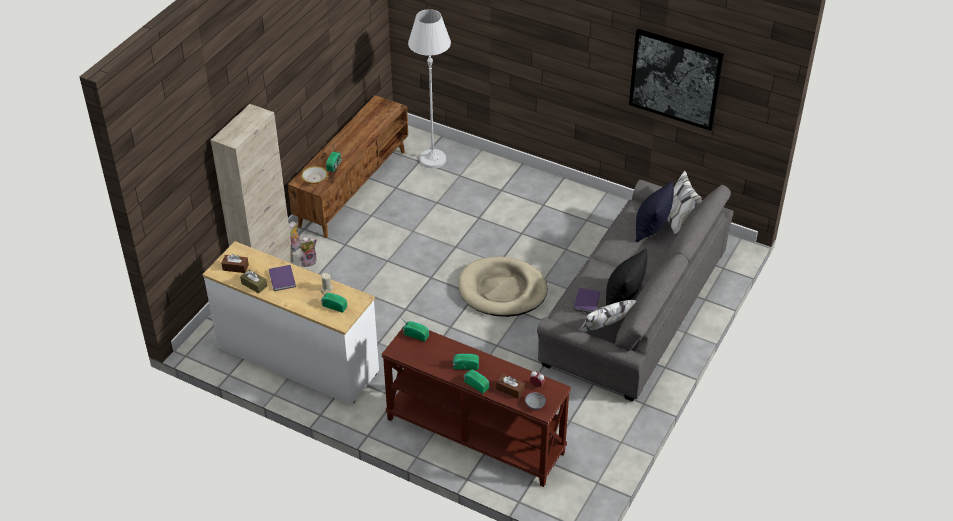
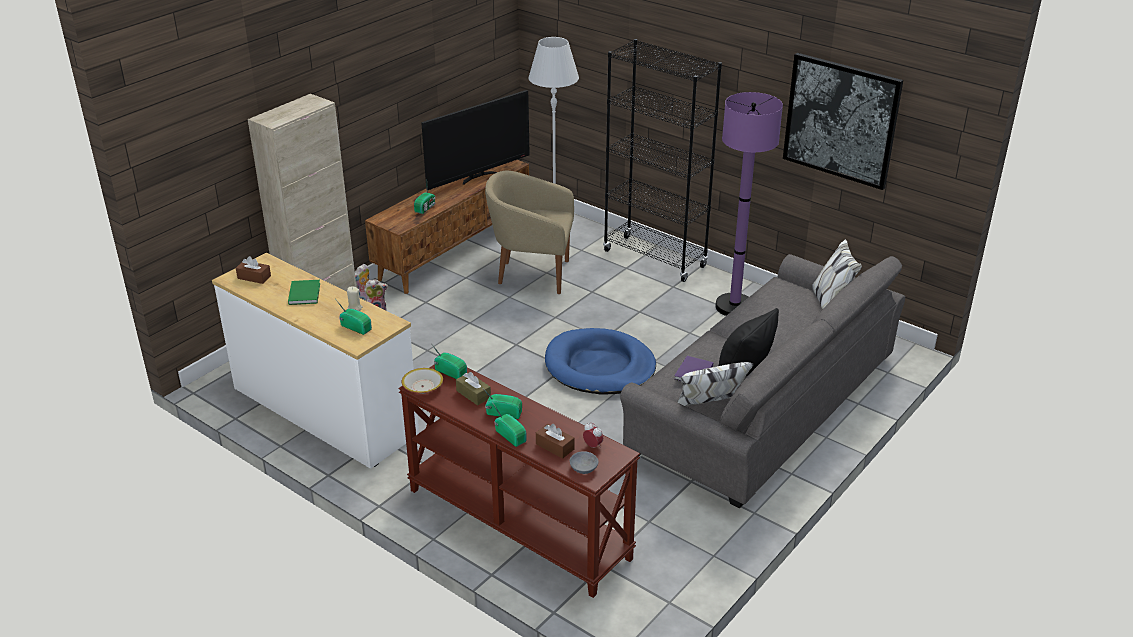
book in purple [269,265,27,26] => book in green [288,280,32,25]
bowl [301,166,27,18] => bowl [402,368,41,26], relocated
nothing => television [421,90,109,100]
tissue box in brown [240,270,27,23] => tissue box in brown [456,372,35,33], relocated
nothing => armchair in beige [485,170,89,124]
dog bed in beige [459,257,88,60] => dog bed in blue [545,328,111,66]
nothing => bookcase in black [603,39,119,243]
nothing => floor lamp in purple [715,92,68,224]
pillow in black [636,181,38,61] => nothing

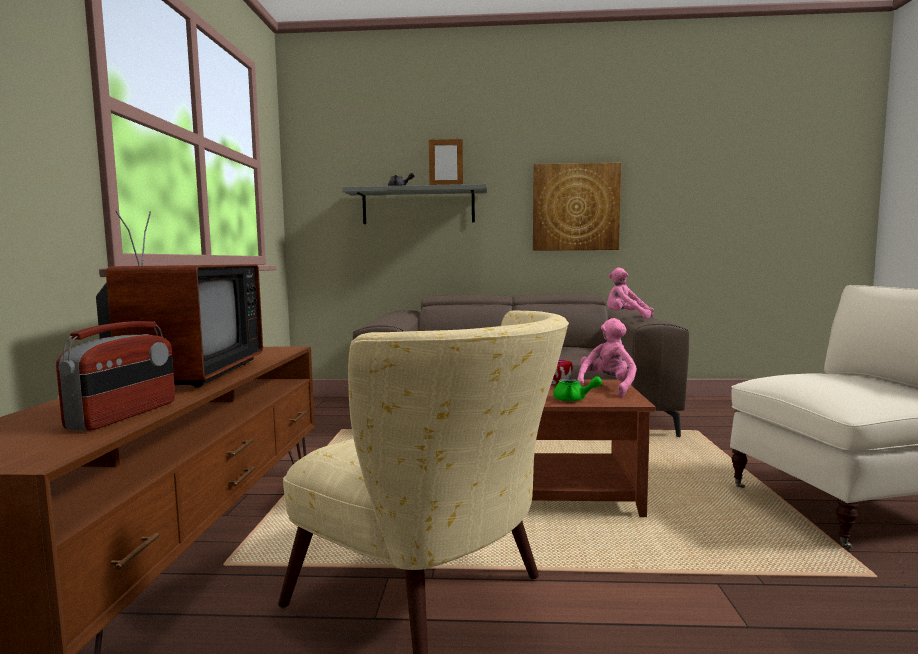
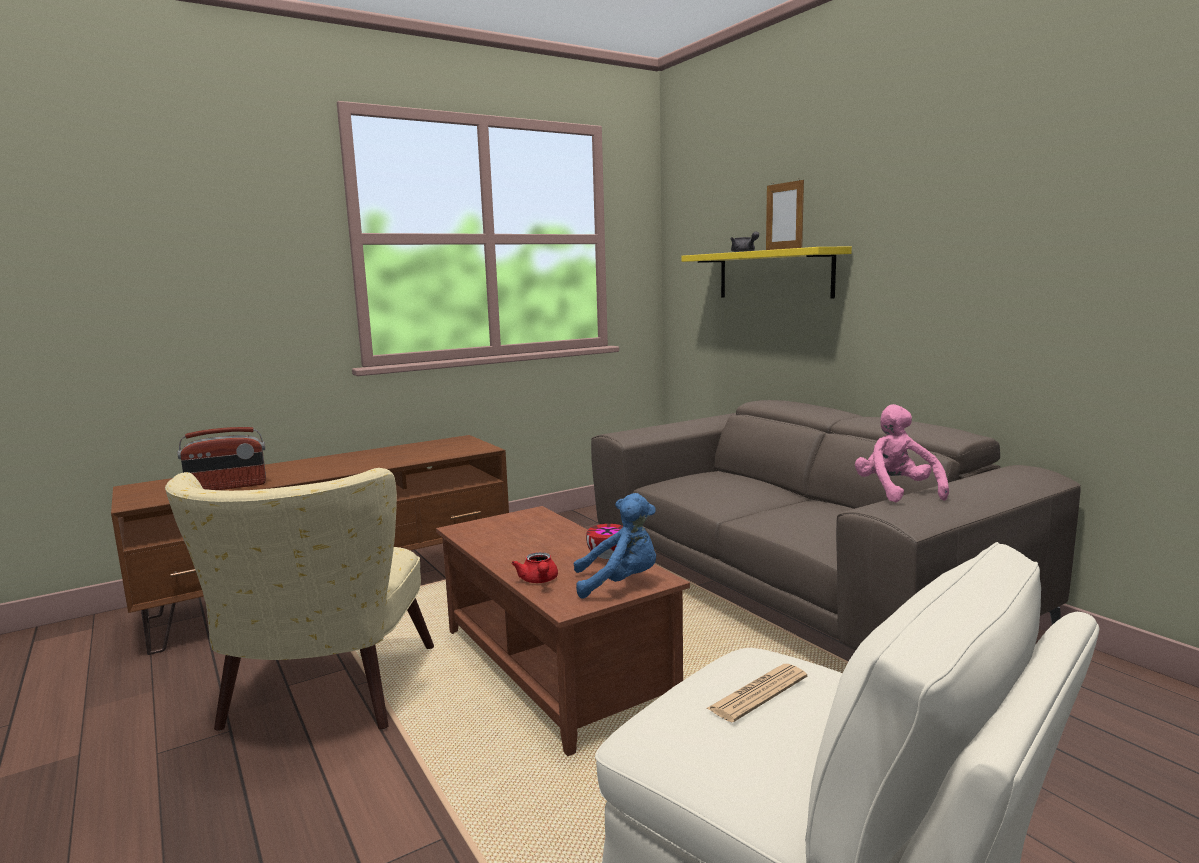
teapot in green [553,376,49,25] => teapot in red [511,552,47,31]
plush toy in pink [577,318,60,79] => plush toy in blue [574,493,82,105]
shelf in grey [342,184,145,40] => shelf in yellow [681,247,171,52]
nothing => newspaper [706,664,101,58]
television [96,211,167,176] => nothing
picture [533,163,89,88] => nothing

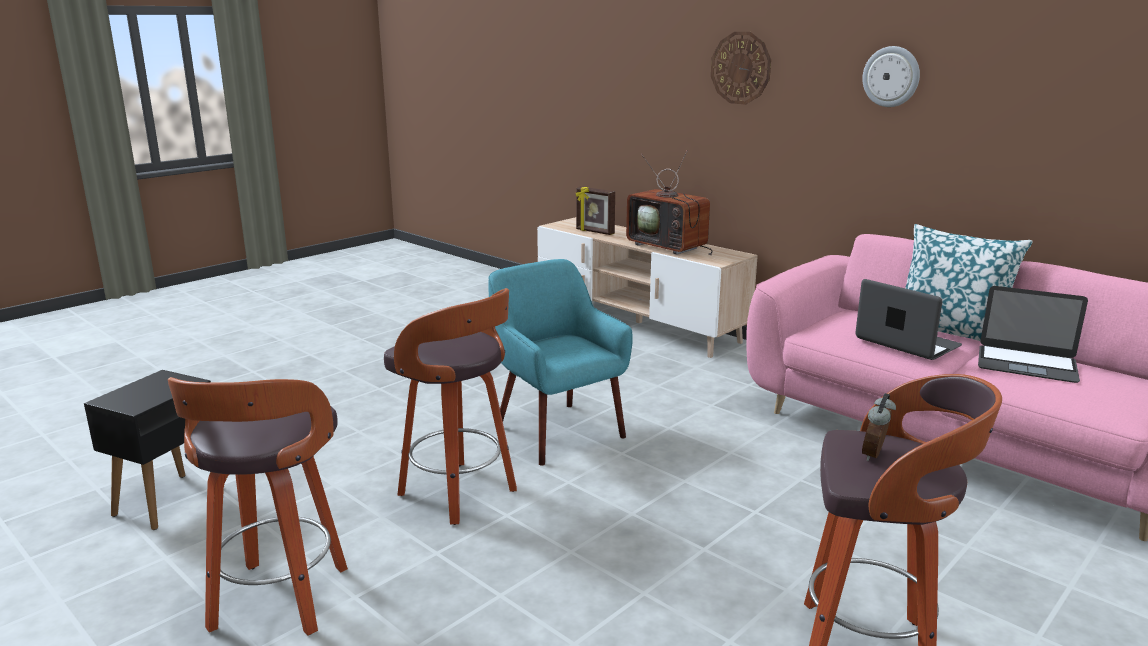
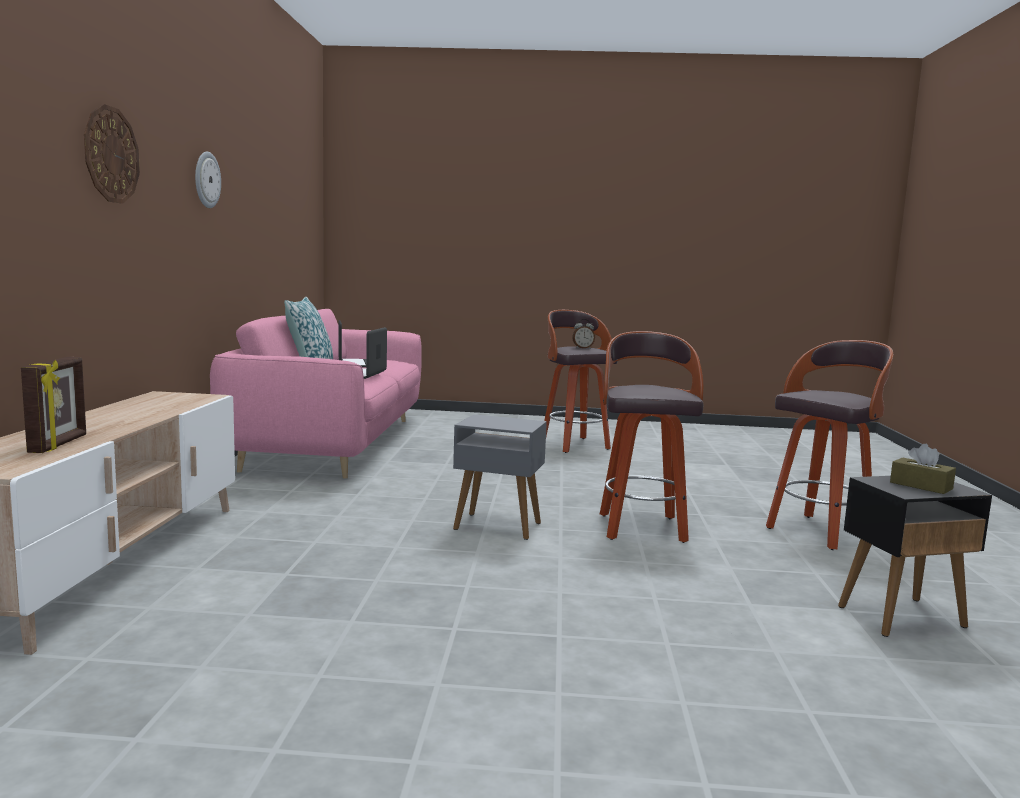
armchair in turquoise [488,259,145,207] => side table in grey [453,414,94,126]
nothing => tissue box in brown [890,444,66,50]
television [626,150,86,105] => nothing

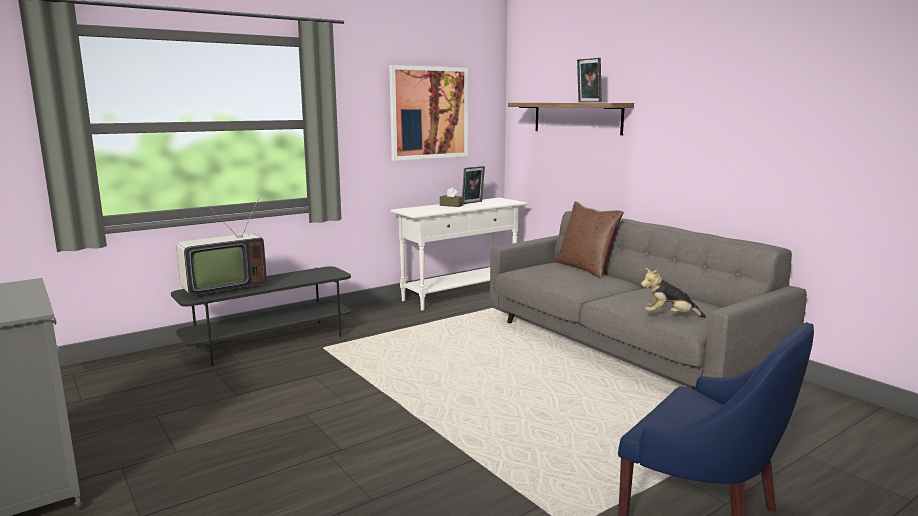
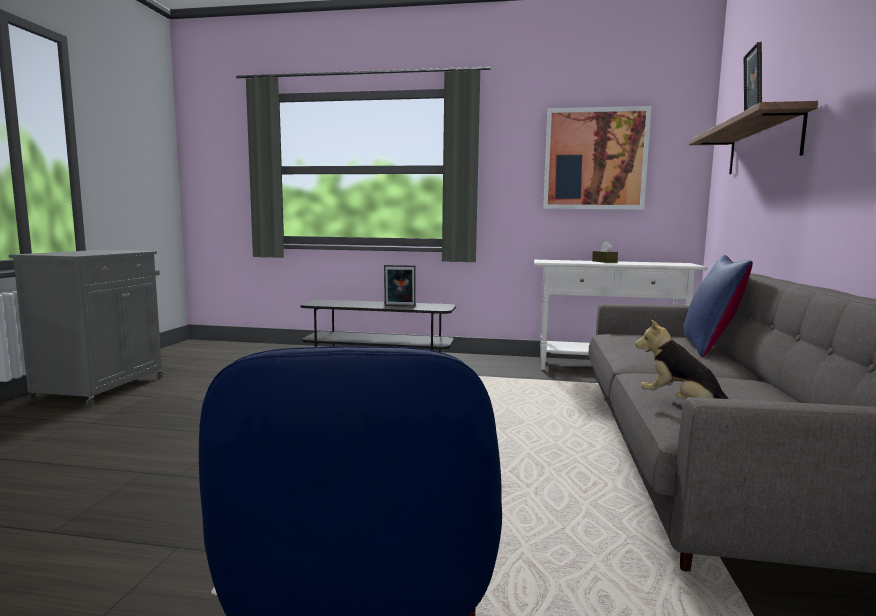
picture frame [462,166,23,38] => picture frame [384,265,32,41], relocated
pillow in brown [555,201,69,77] => pillow in blue [683,255,70,102]
television [177,198,90,100] => nothing

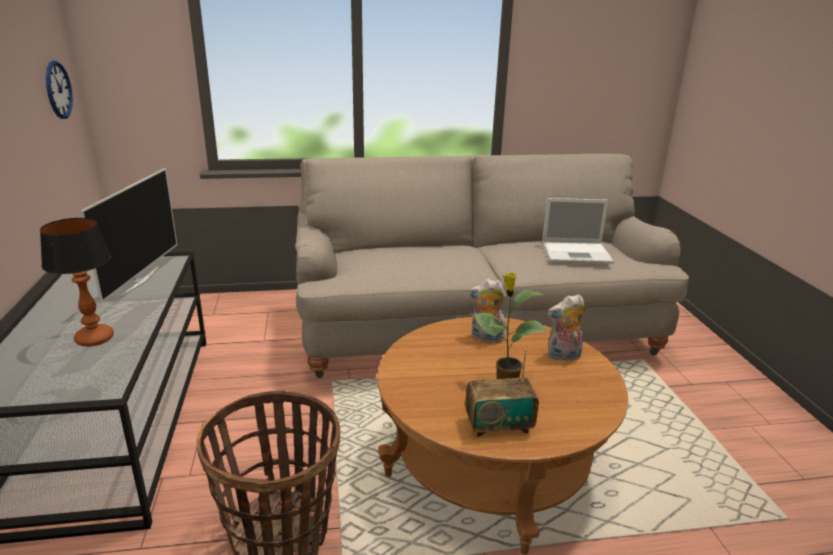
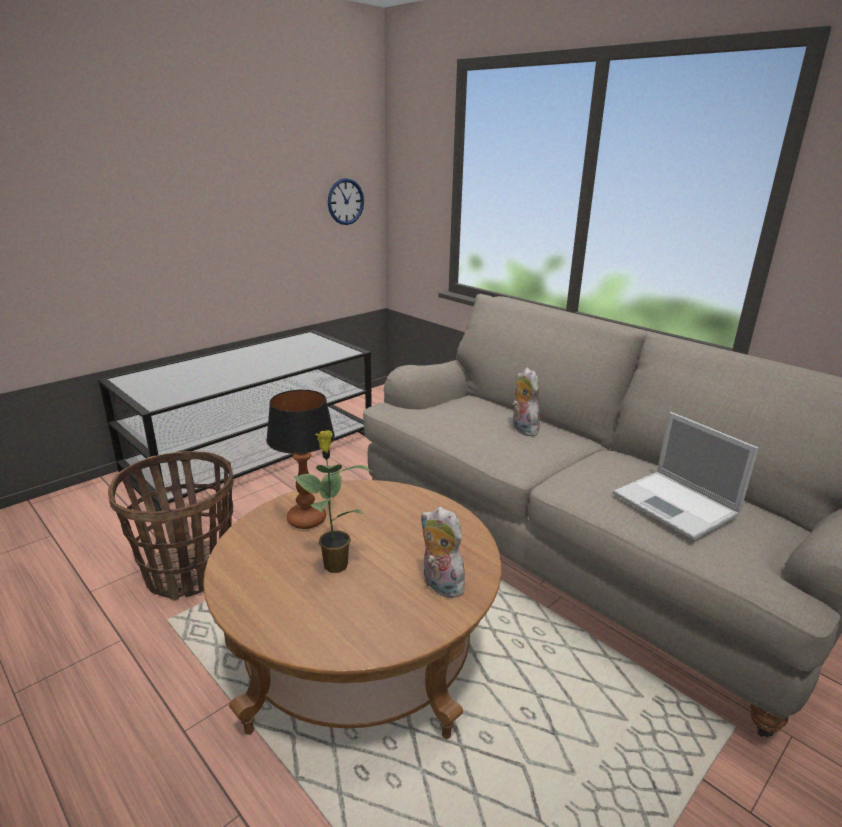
table lamp [40,218,74,129] => table lamp [266,390,69,139], relocated
plush toy [469,279,37,64] => plush toy [512,368,28,68], relocated
television [81,168,96,135] => nothing
radio [465,349,74,88] => nothing

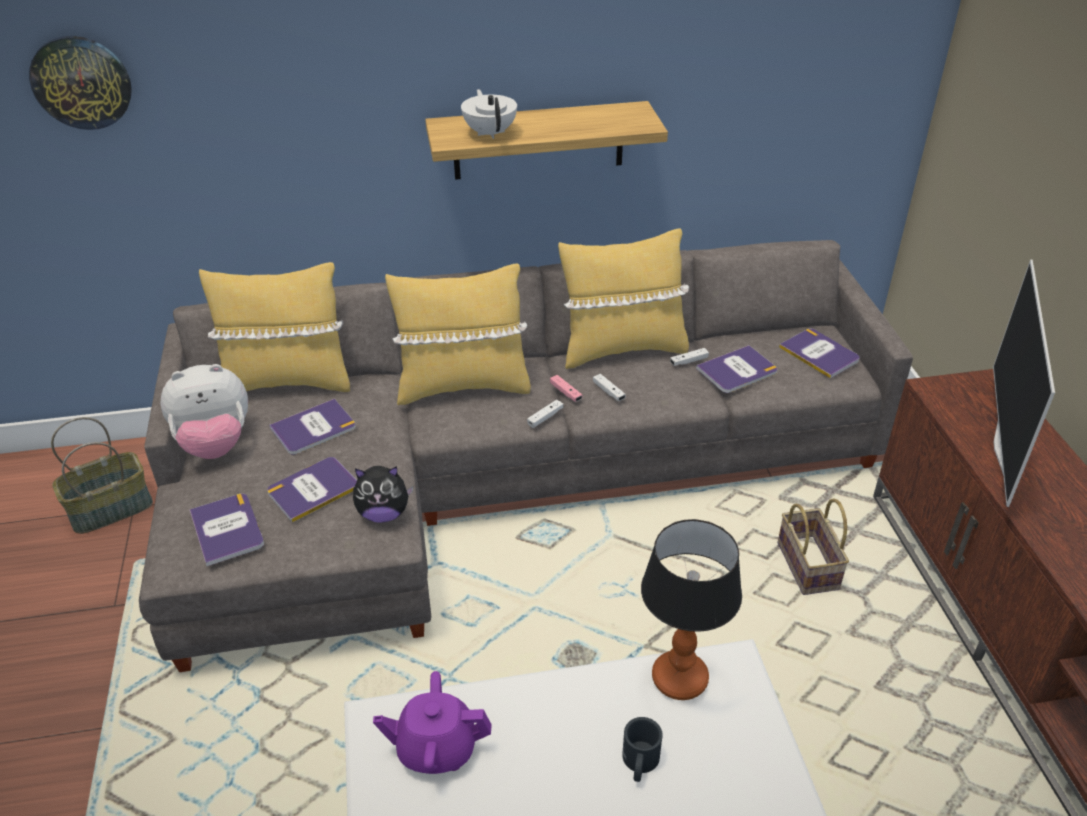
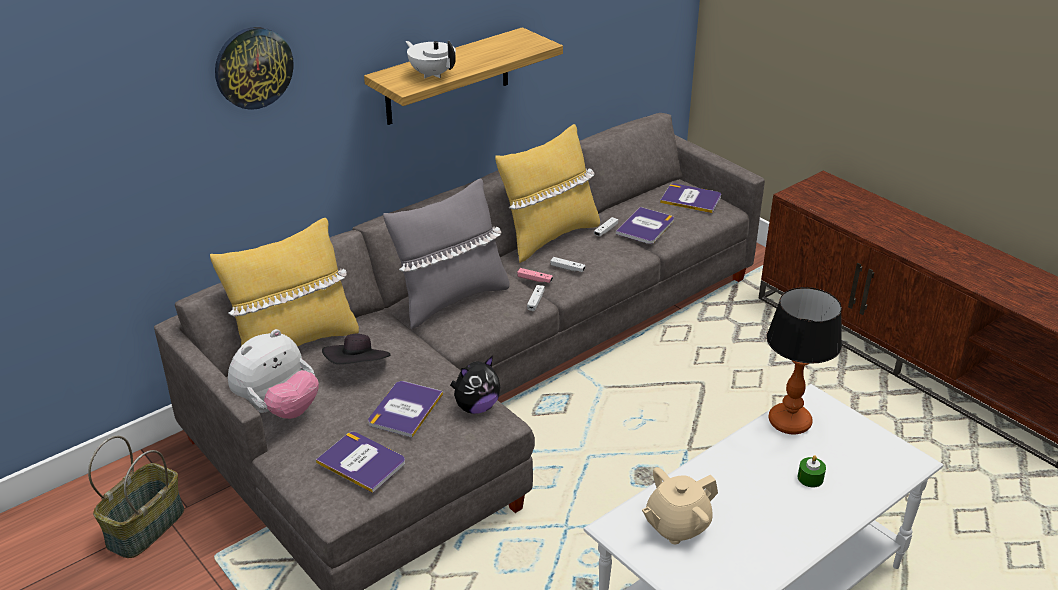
wall clock [29,36,103,94] => wall clock [215,27,79,83], relocated
book [269,399,87,56] => hat in black [322,333,69,31]
pillow in yellow [385,264,146,141] => pillow in grey [383,178,127,151]
teapot in purple [373,671,119,103] => teapot in beige [642,467,76,77]
mug in black [622,717,41,65] => candle in green [798,455,28,32]
basket [778,498,71,97] => nothing
television [993,260,62,247] => nothing

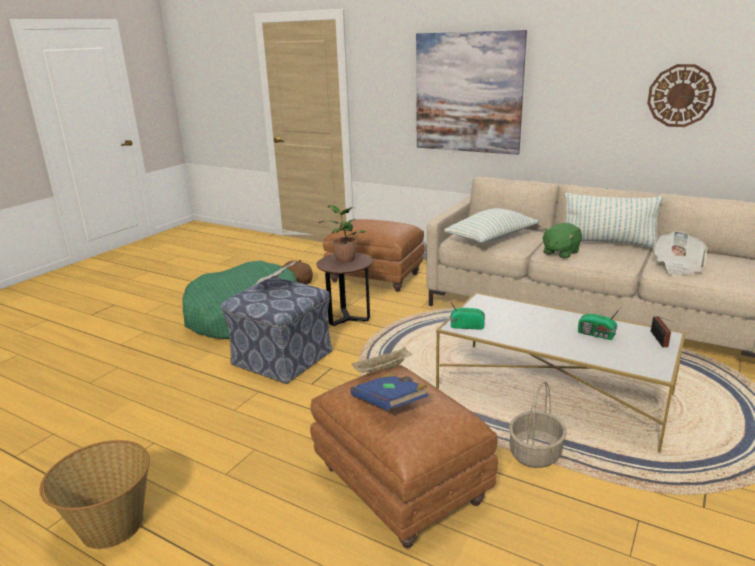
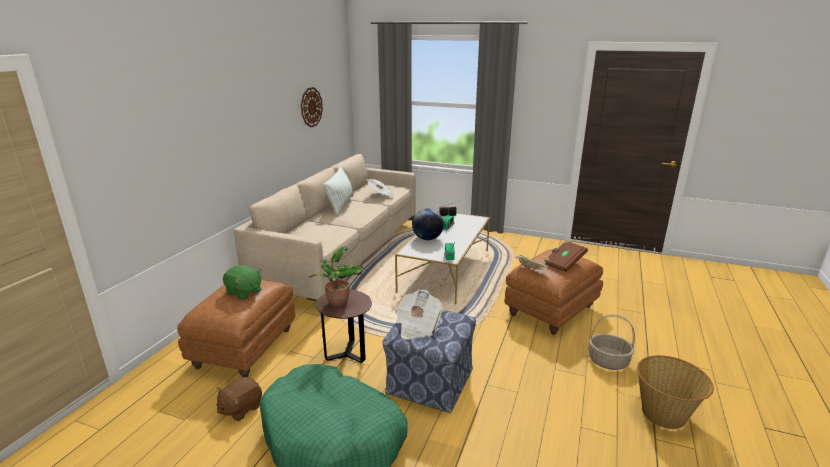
plush toy in green [542,223,40,35] => plush toy in green [223,265,38,35], relocated
nothing => globe [412,208,32,32]
book in blue [350,373,78,38] => book in brown [545,240,43,32]
basket [509,382,58,86] => basket [589,315,46,55], relocated
picture [416,30,111,125] => nothing
pillow [444,208,95,35] => nothing

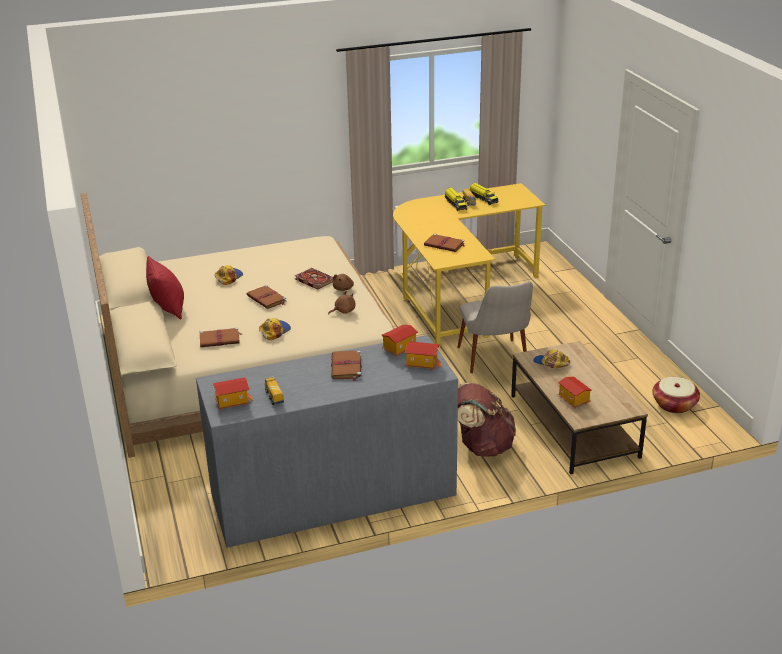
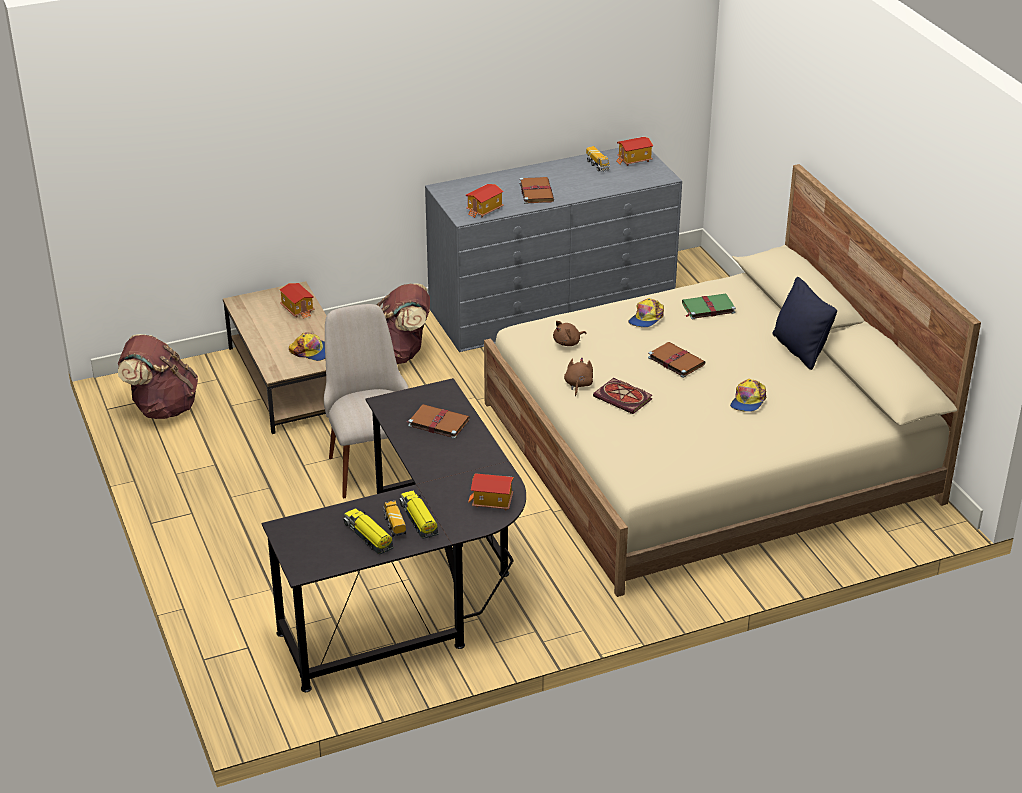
basket [652,377,48,36] => backpack in brown [118,334,80,85]
desk in yellow [393,183,152,164] => desk in black [262,378,264,314]
toy house [405,341,37,29] => toy house [468,473,45,37], relocated
book in brown [200,327,42,20] => book in green [682,294,54,25]
pillow in red [146,256,38,64] => pillow in black [772,277,65,93]

